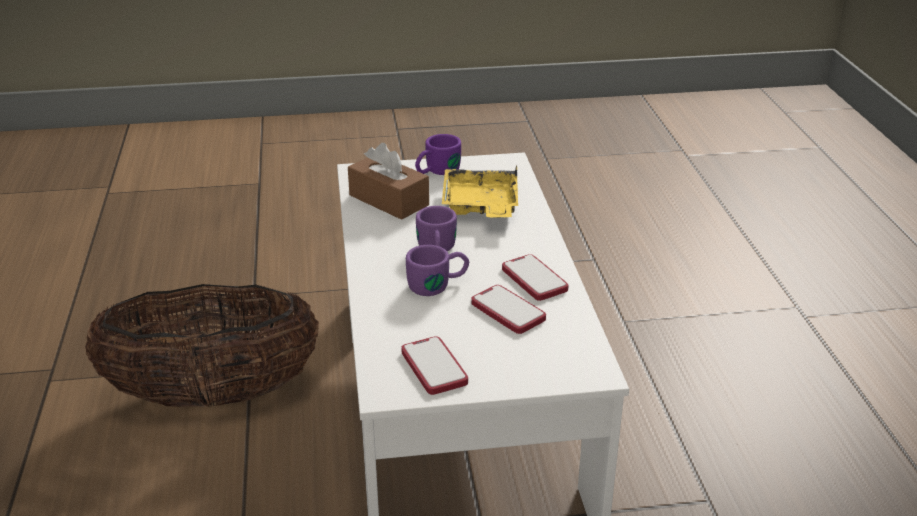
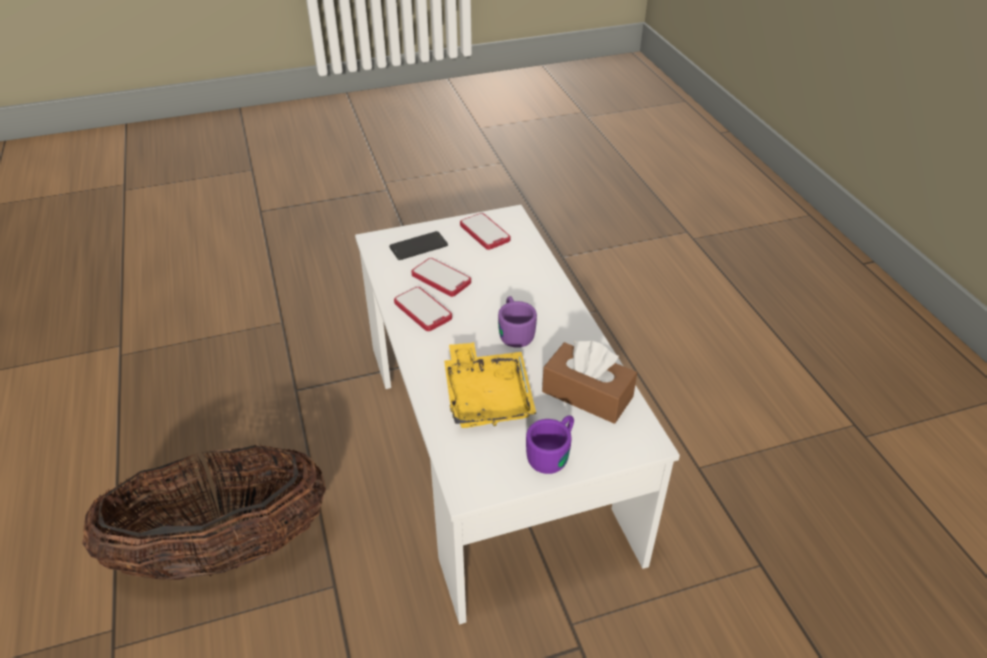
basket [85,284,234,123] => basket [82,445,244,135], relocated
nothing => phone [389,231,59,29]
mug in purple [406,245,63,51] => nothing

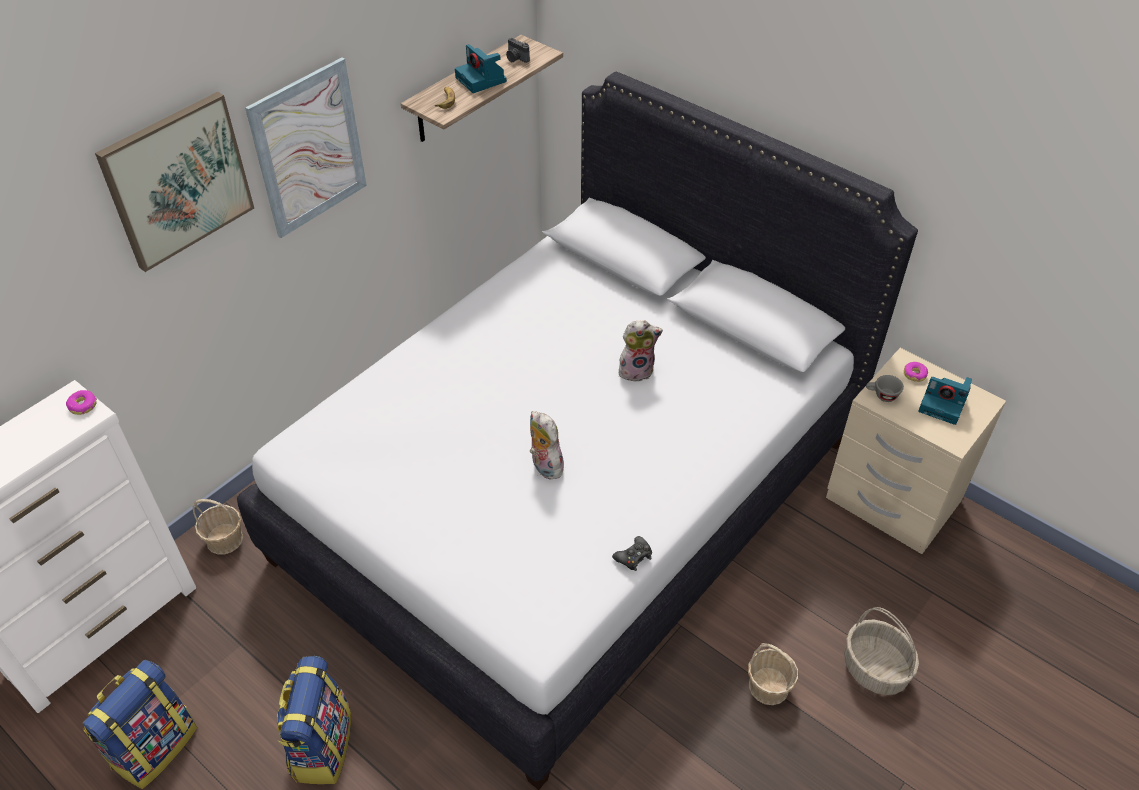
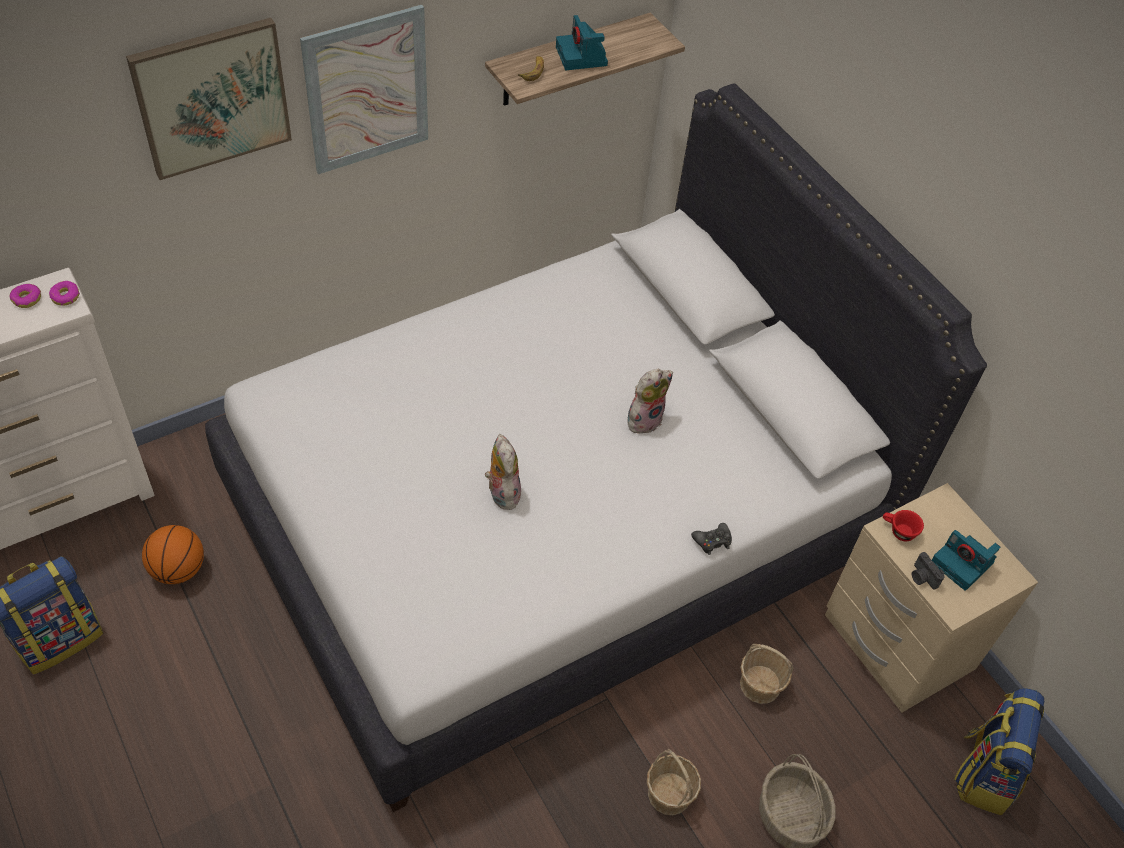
donut [904,362,24,20] => donut [10,284,31,24], relocated
nothing => basketball [142,525,62,59]
plush toy [619,320,44,62] => plush toy [628,369,45,65], 45 degrees counterclockwise
game controller in black [612,536,40,35] => game controller in black [691,523,41,32], relocated
basket [193,499,50,56] => basket [740,644,53,60], relocated
cup in grey [866,375,38,27] => cup in red [883,510,41,31]
photo camera [506,38,24,25] => photo camera [912,552,33,38], relocated
backpack [277,656,74,128] => backpack [954,688,90,127], relocated

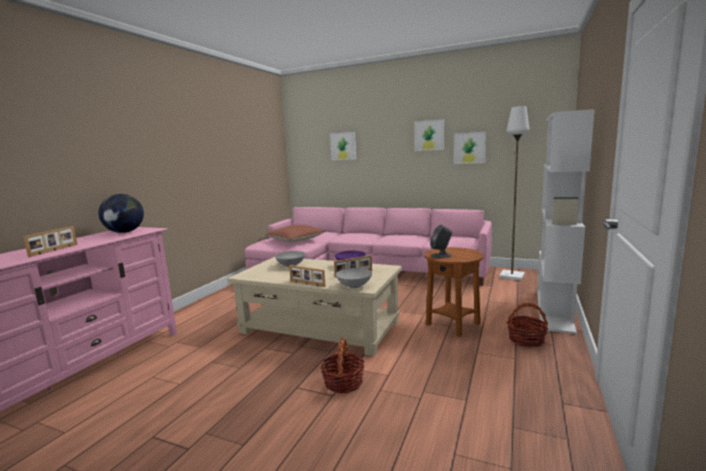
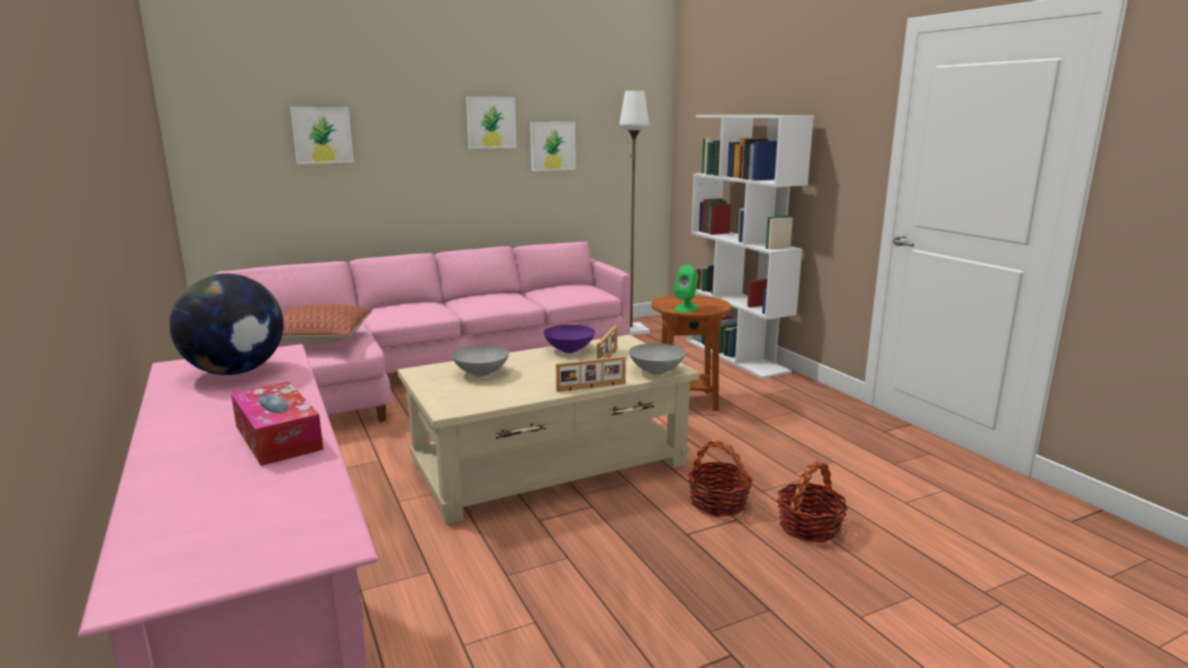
picture frame [23,226,55,31] => tissue box [231,381,92,85]
speaker in grey [430,225,22,33] => speaker in green [674,265,24,48]
basket [507,303,41,45] => basket [777,461,71,82], relocated

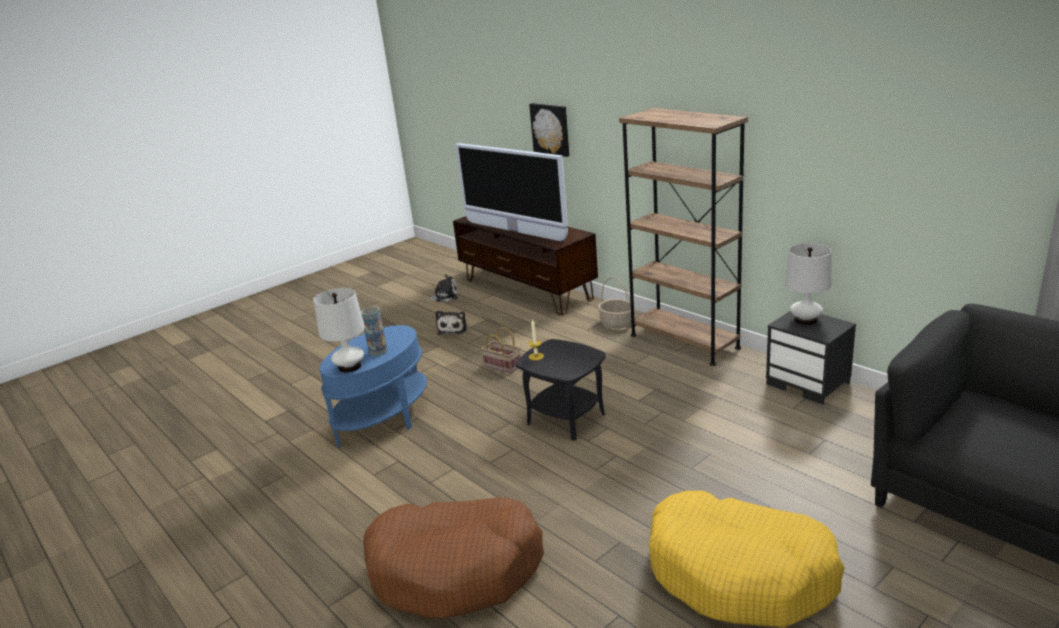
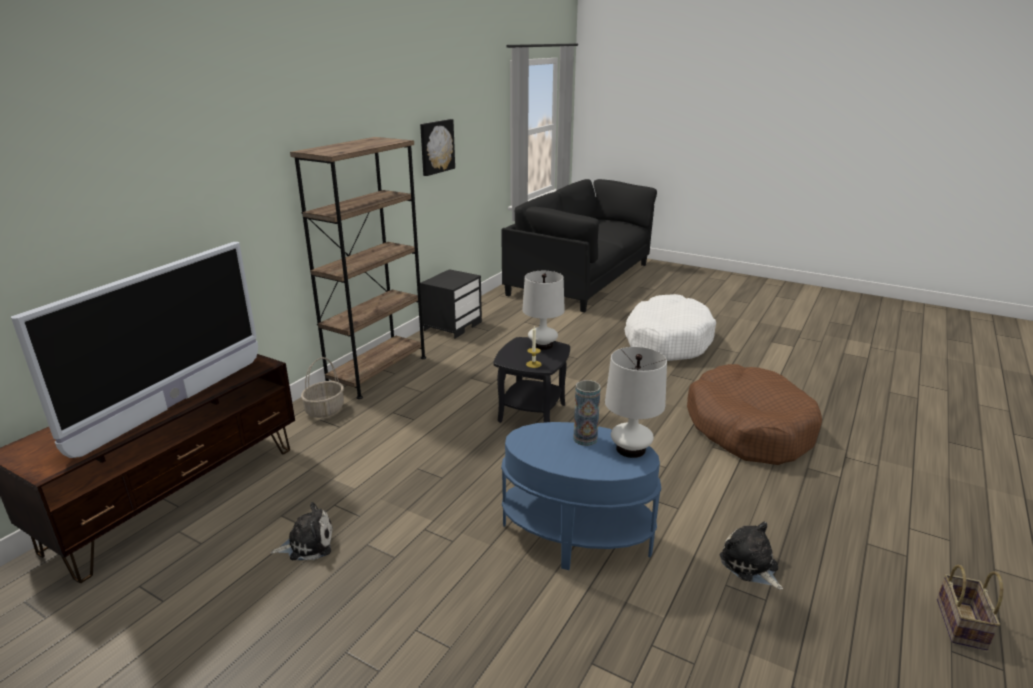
picture [529,103,40,54] => picture [420,119,35,57], relocated
table lamp in white [785,243,46,82] => table lamp in white [522,271,43,79], relocated
dog bed in yellow [649,491,196,137] => dog bed in white [624,294,92,67]
plush toy [426,274,32,28] => plush toy [720,522,63,68], relocated
basket [481,327,40,46] => basket [937,565,66,85], relocated

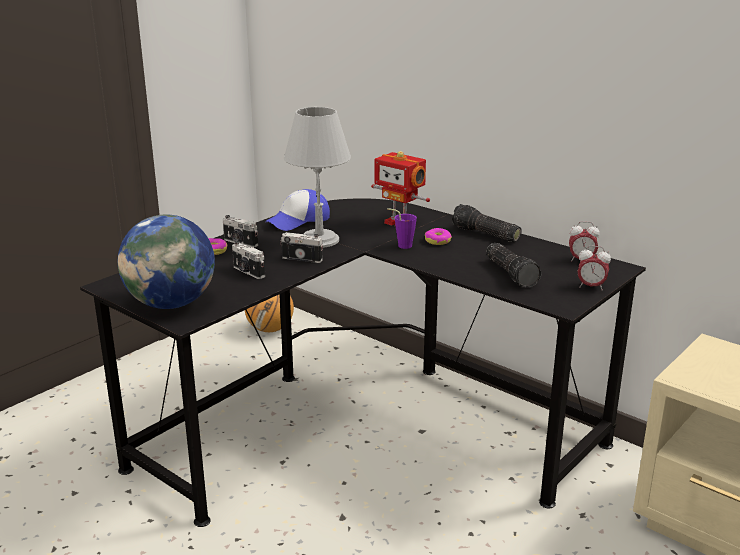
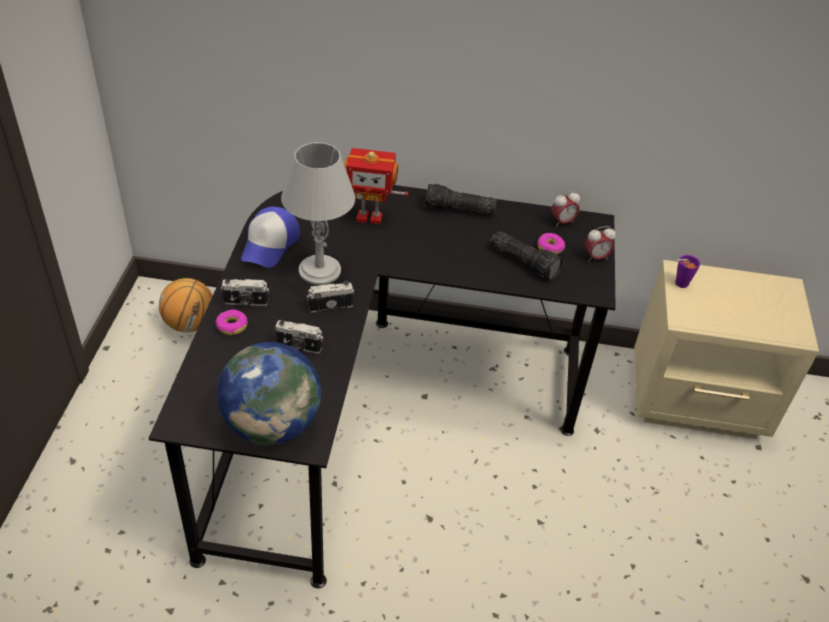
donut [425,228,27,17] => donut [538,233,27,21], relocated
cup in purple [387,208,30,41] => cup in purple [675,255,25,33], relocated

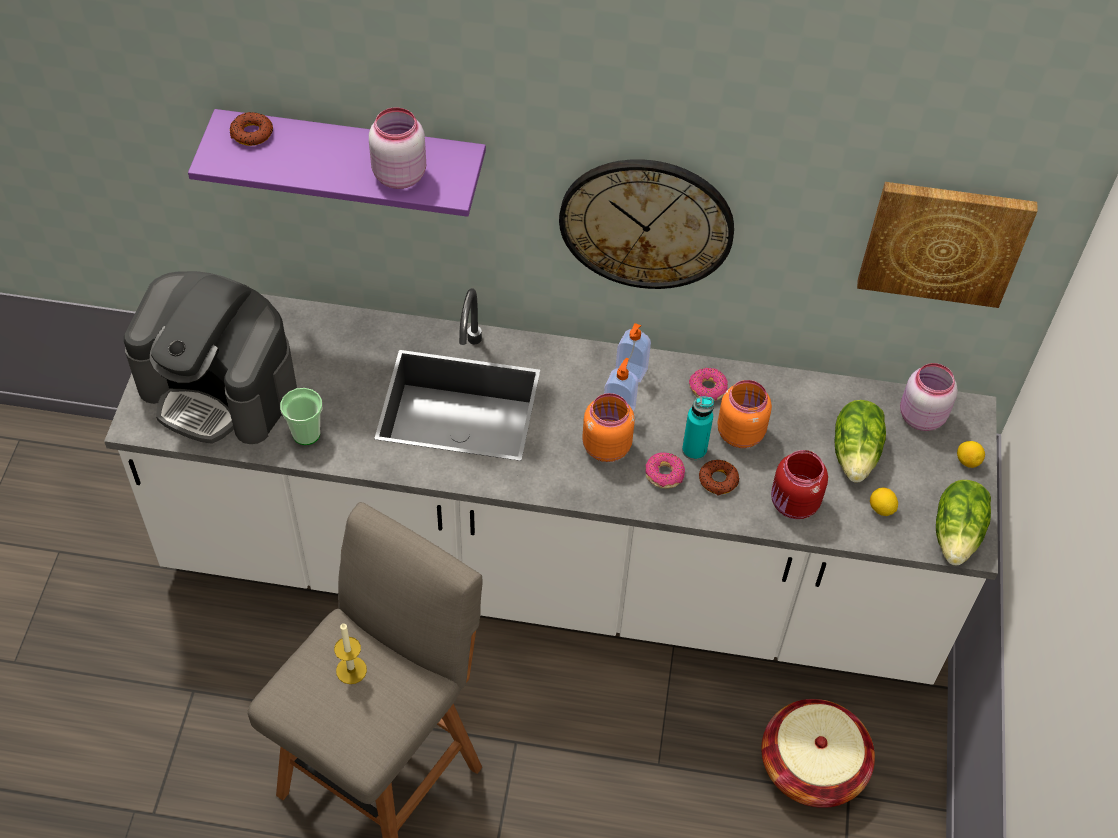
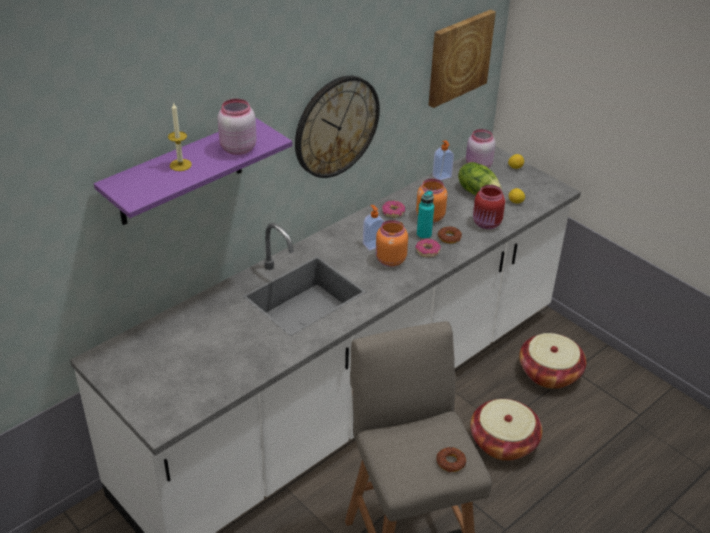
candle [334,623,33,61] => candle [168,103,24,68], relocated
soap dispenser [615,323,36,59] => soap dispenser [432,140,22,40], relocated
donut [229,112,44,34] => donut [437,447,29,26], relocated
nothing => basket [470,399,72,62]
coffee machine [124,271,173,173] => nothing
cup [280,388,42,57] => nothing
lettuce [936,480,55,85] => nothing

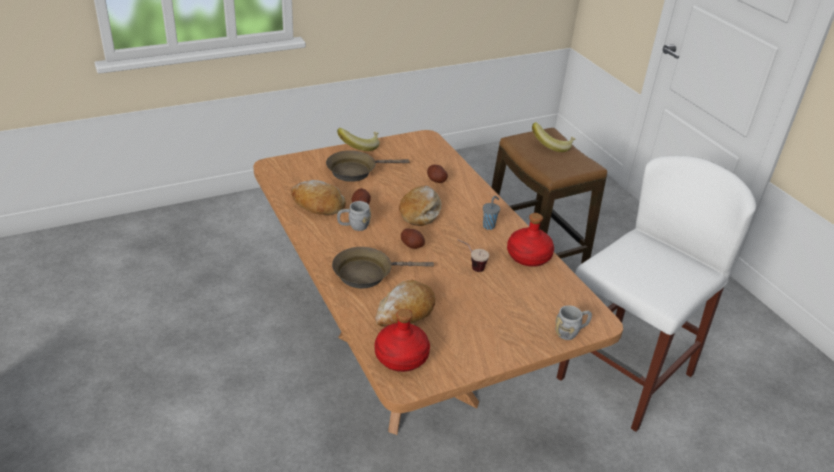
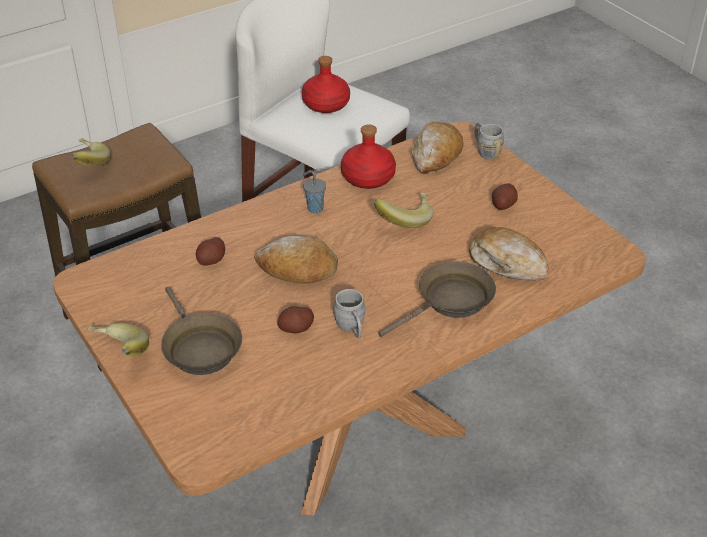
bottle in red [375,309,55,63] => bottle in red [302,56,48,57], relocated
cup [458,239,31,33] => banana [374,193,59,35]
frying pan in brown [332,247,102,41] => frying pan in brown [378,261,118,76], 105 degrees counterclockwise
bread [291,180,55,35] => bread [411,122,52,51], relocated
potato [401,229,24,20] => potato [492,183,26,27], relocated

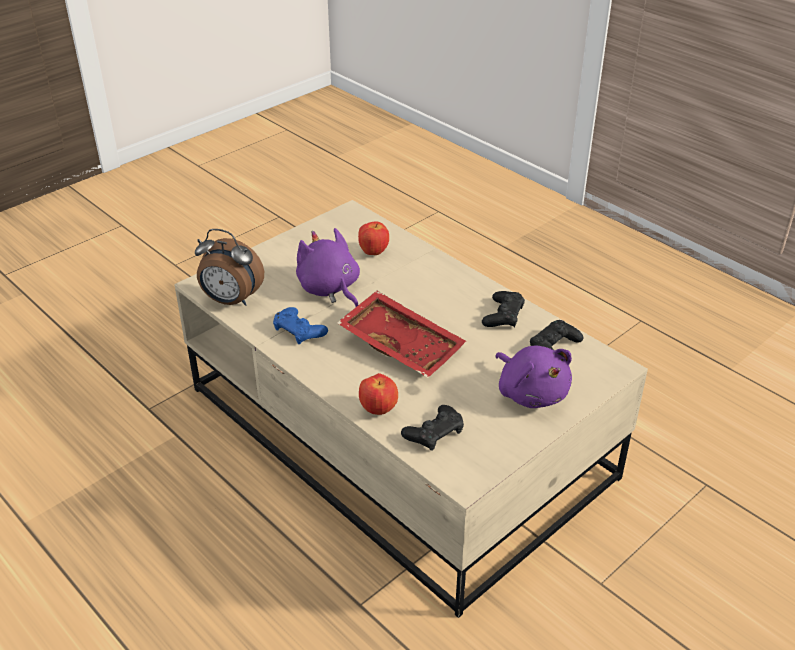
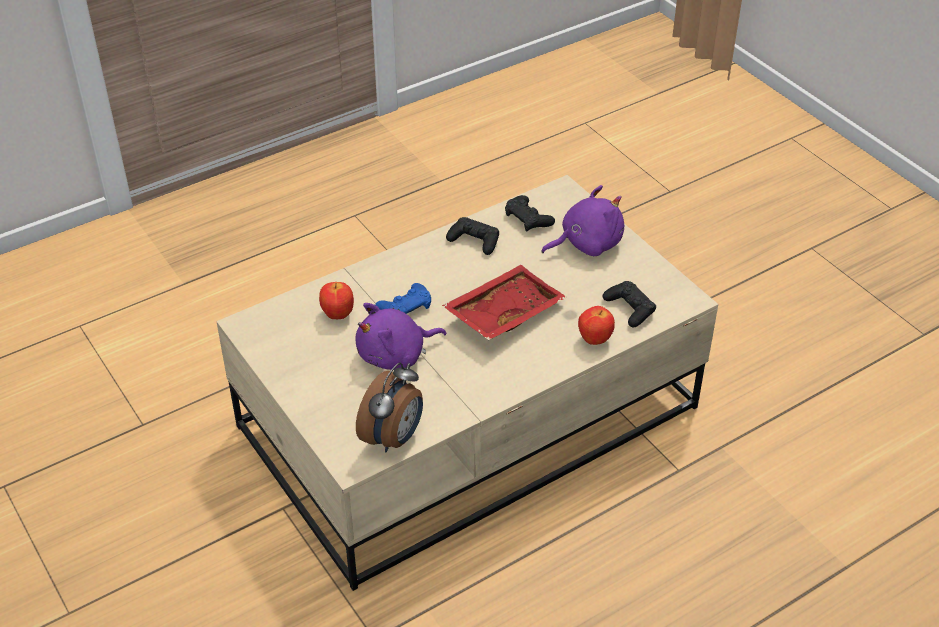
game controller in blue [273,307,55,37] => game controller in blue [375,283,56,31], relocated

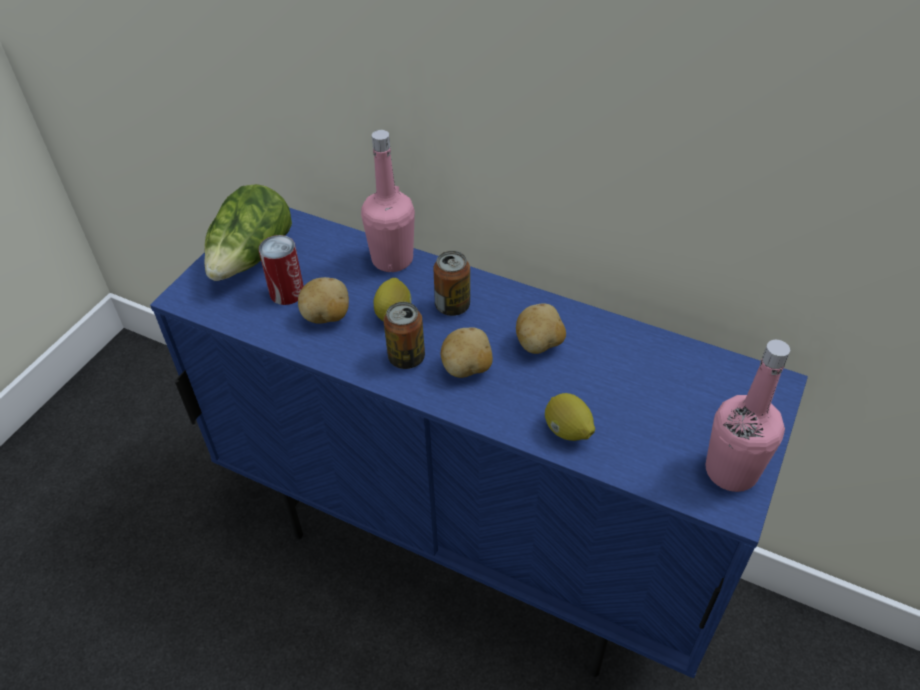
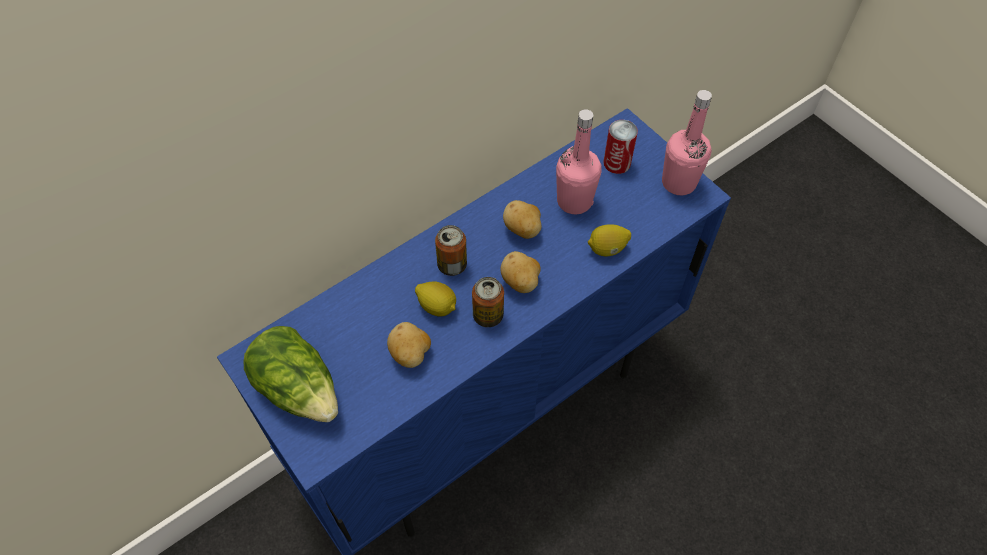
bottle in pink [361,130,54,142] => bottle in pink [556,109,46,105], relocated
can [259,235,45,70] => can [603,120,35,54], relocated

